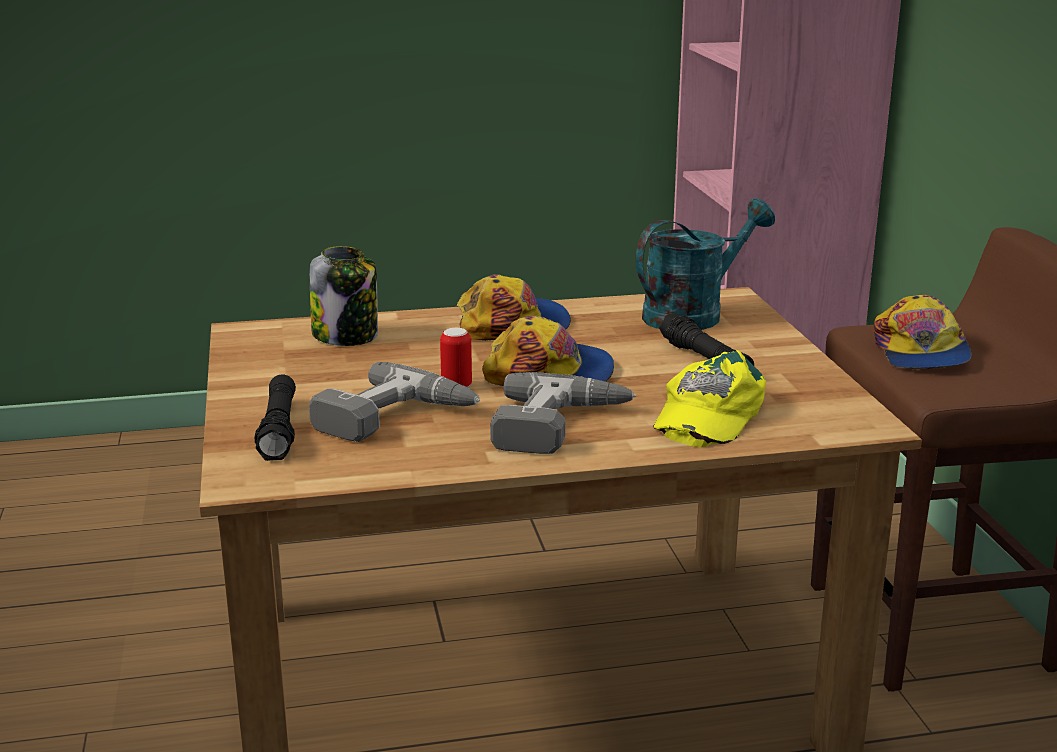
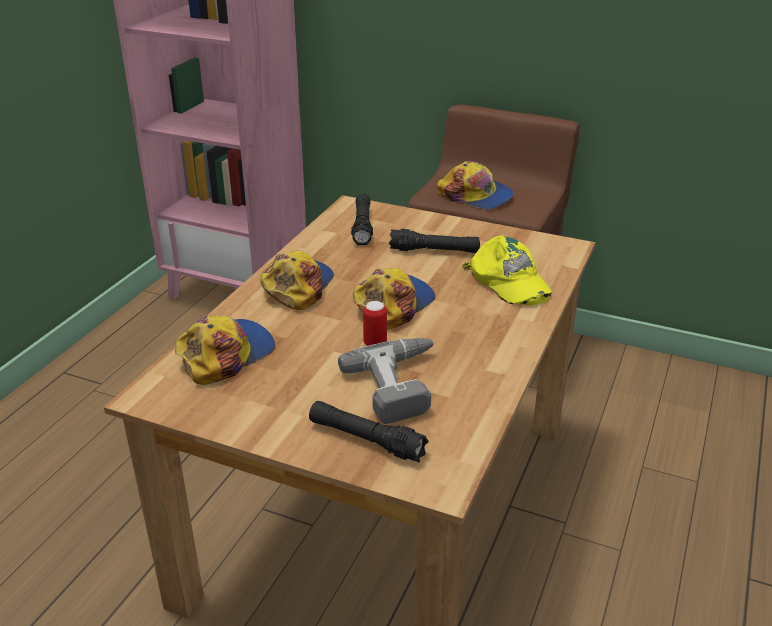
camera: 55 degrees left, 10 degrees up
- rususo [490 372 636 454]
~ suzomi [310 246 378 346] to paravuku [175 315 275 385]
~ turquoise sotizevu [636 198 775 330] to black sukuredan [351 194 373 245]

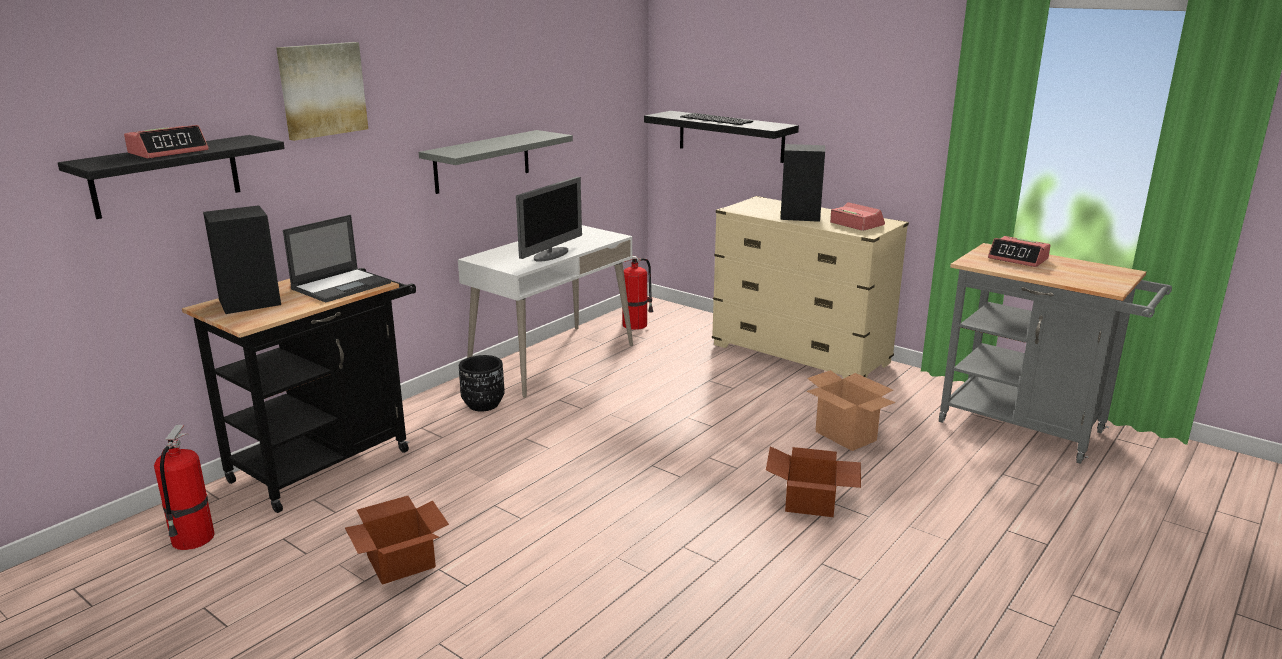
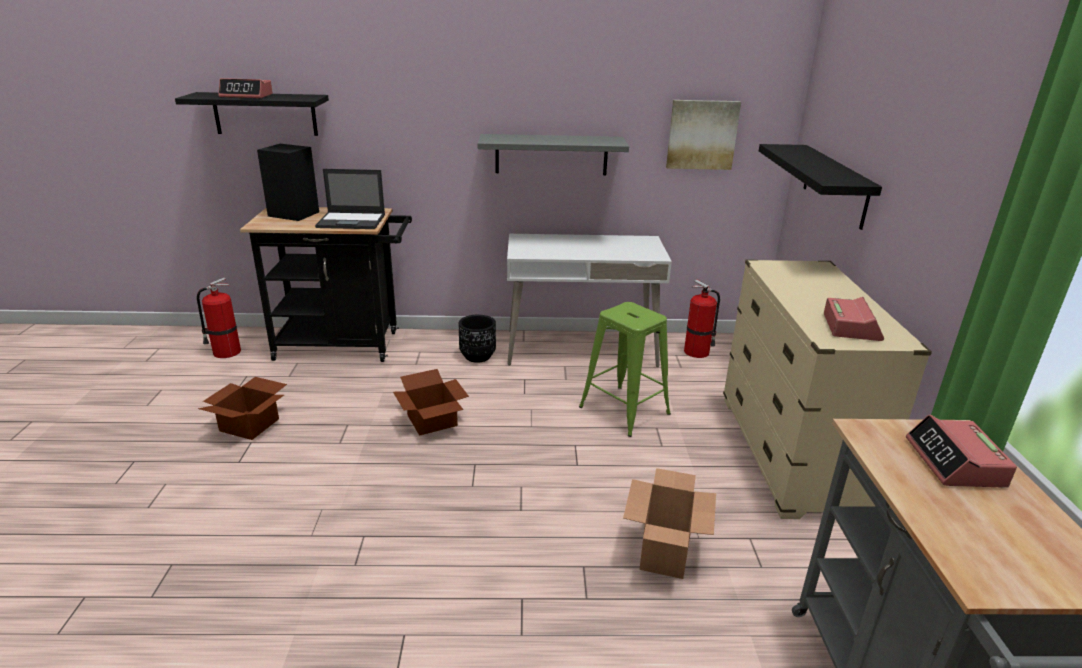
camera: 50 degrees right, 5 degrees up
- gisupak [516 177 582 262]
- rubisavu [680 113 753 125]
- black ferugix [780 144 825 222]
+ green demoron [579 302 671 437]
~ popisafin [276 42 368 141] to [666 100 741 170]
~ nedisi [766 446 861 517] to [393 369 469 435]

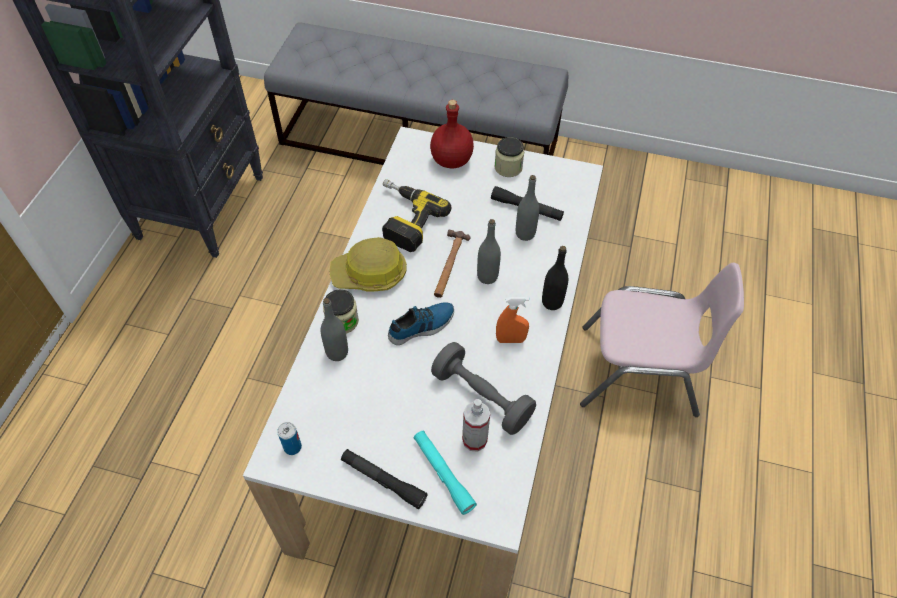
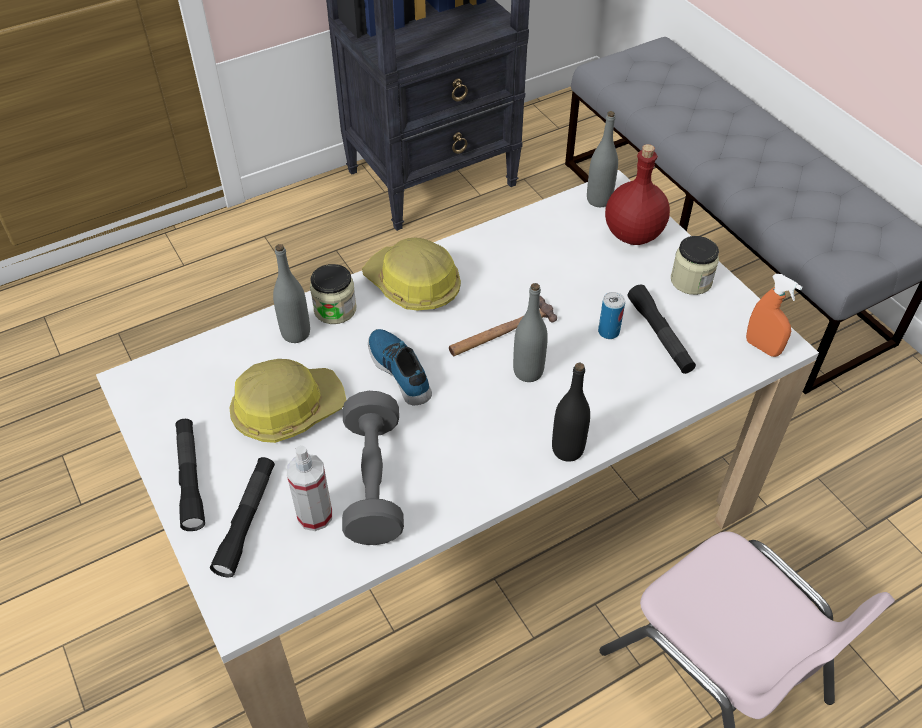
camera: 45 degrees right, 5 degrees down
- rususo [382 179 452 252]
+ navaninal [229 359 346 443]
~ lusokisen [277 422 302 455] to [598 292 625 339]
~ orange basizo [496 297 529 343] to [746 274 802 357]
~ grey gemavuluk [516 175 539 241] to [587 111 618 207]
~ turquoise sukuredan [414 431 477 515] to black sukuredan [210 457 275 577]
~ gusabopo [388 302 454 345] = [368 329 432 405] 135 degrees counterclockwise

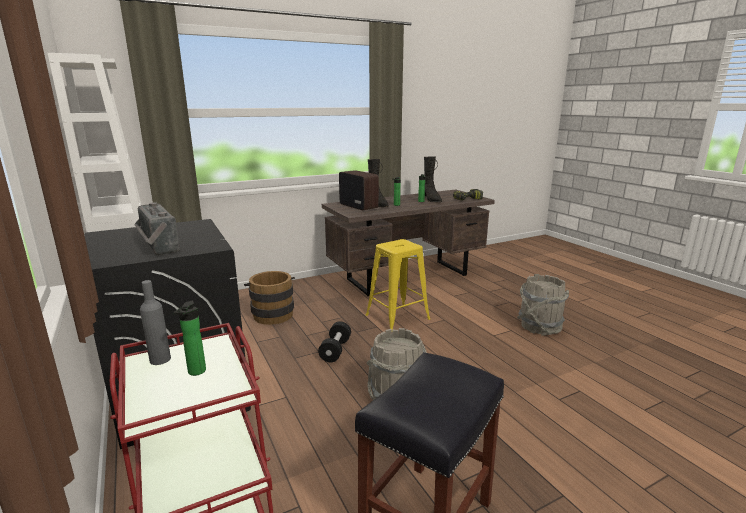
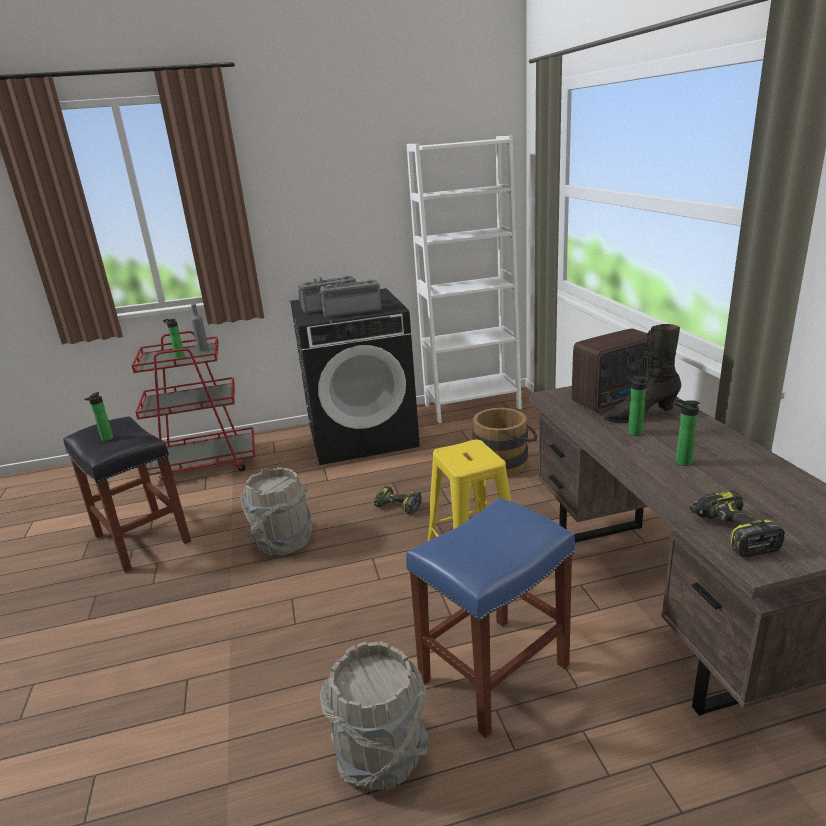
camera: 105 degrees right, 5 degrees up
- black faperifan [424 156 442 203]
+ gemavuluk [84 392 113 441]
+ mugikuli [319 279 382 318]
+ blue demoron [406 498 575 738]
~ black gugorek [318 321 351 362] to rususo [374 486 422 515]

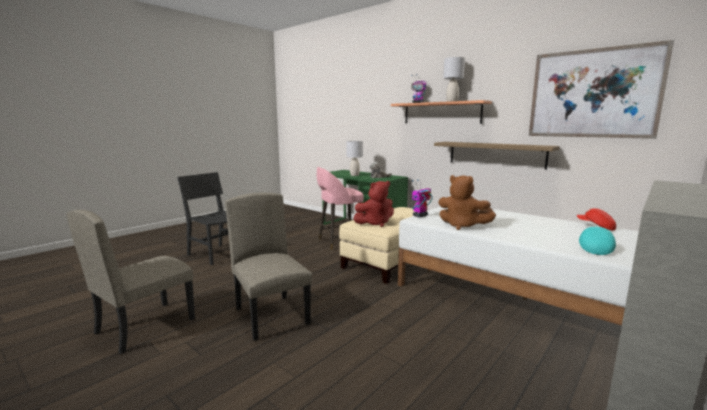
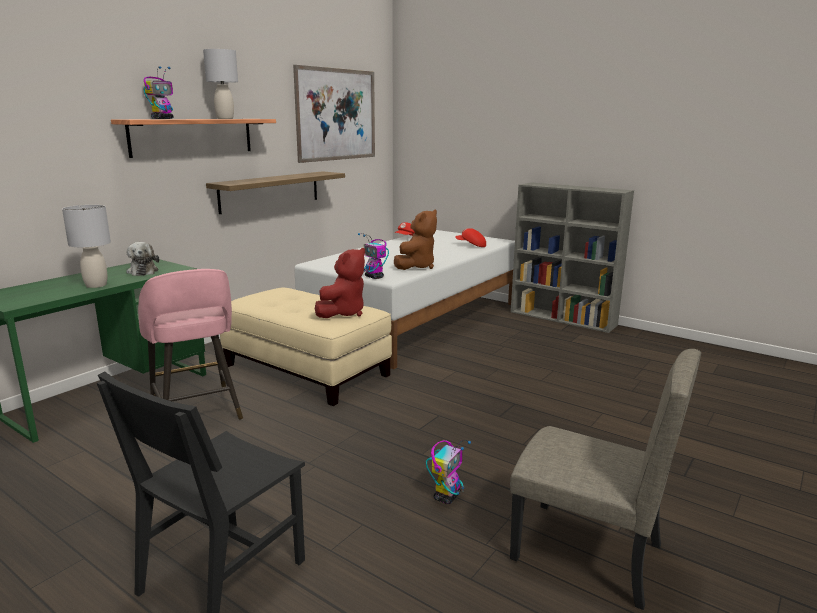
camera: 95 degrees left, 5 degrees up
- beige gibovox [225 192 312 341]
+ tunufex [426 440 471 504]
~ turquoise paravuku [579 226 616 255] to red paravuku [455 228 486 247]
~ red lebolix [354 181 394 227] = [315 248 365 318] 60 degrees clockwise

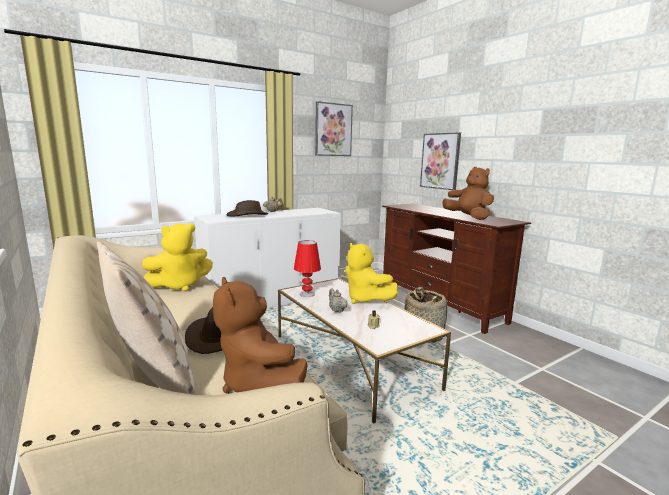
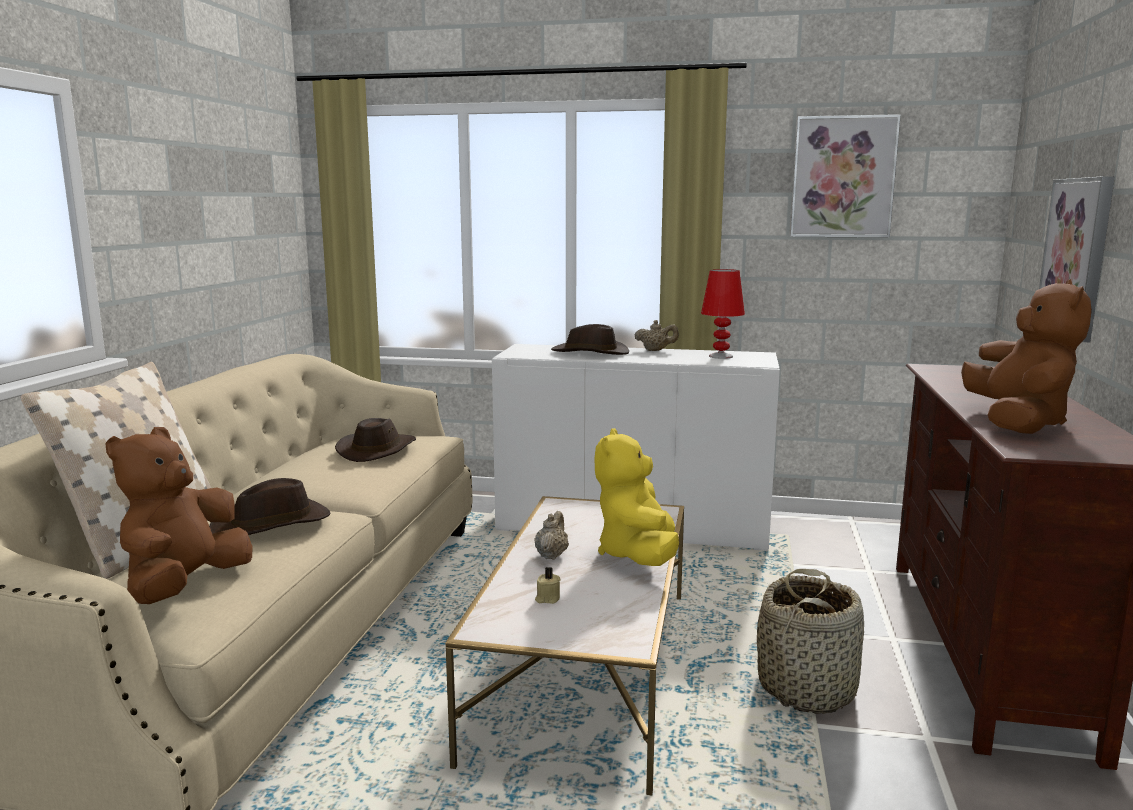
camera: 45 degrees right, 0 degrees up
~ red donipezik [294 240 321 297] to [701 269 745 359]
~ yellow lebolix [142 223 213 292] to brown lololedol [335 418 416 462]

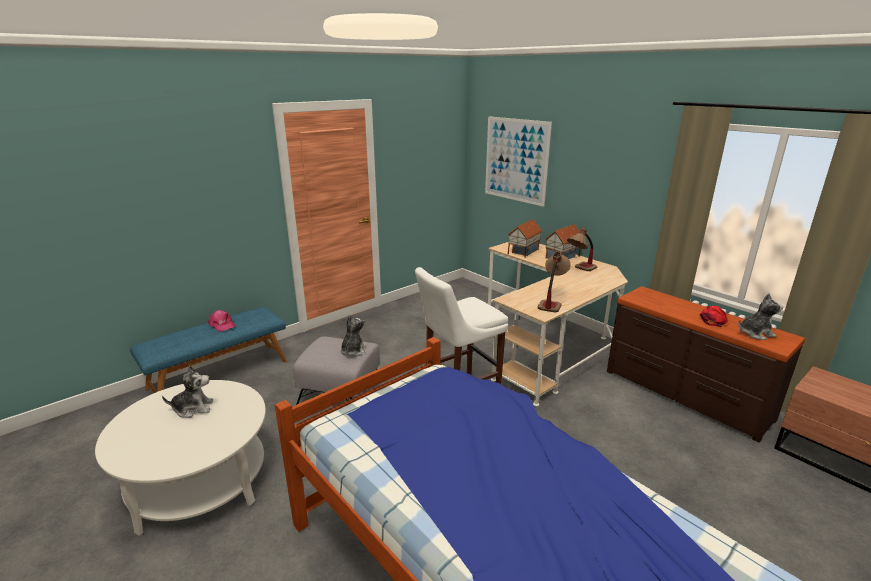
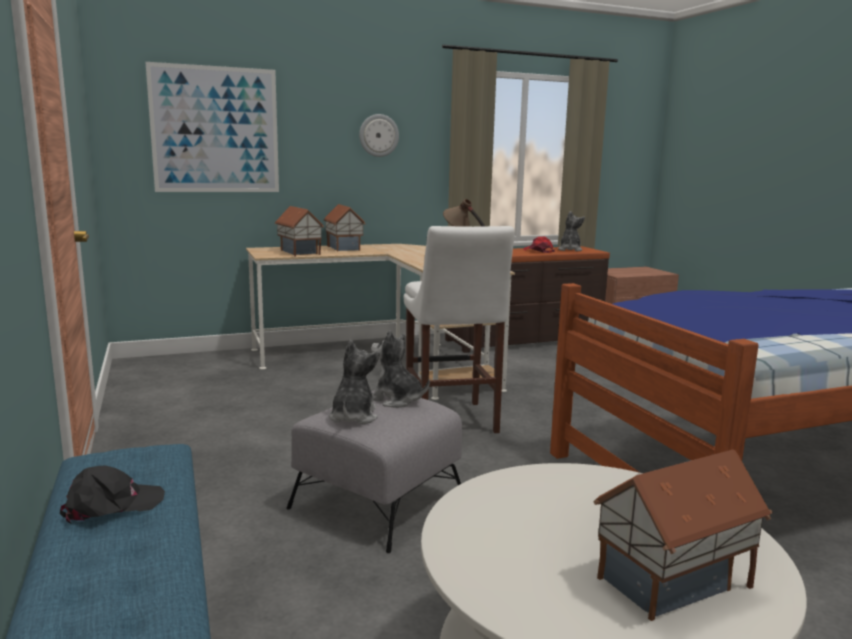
camera: 70 degrees left, 10 degrees down
- donipezik [567 228 597 271]
+ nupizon [359 114 399 157]
+ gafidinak [593 449 773 621]
~ lebolix [162 365 213 418] to [329 340 380 424]
~ pink paravuku [208 310 236 332] to black paravuku [60 465 165 524]

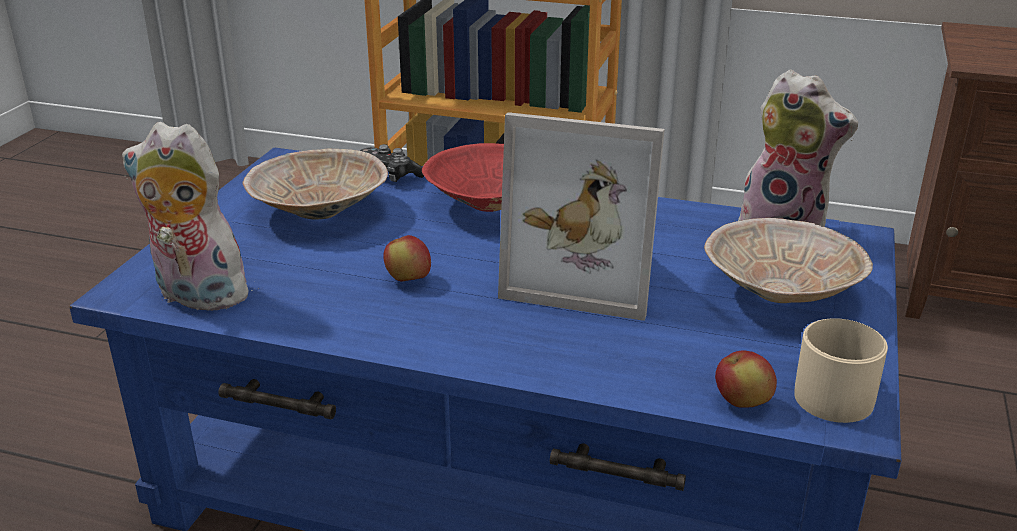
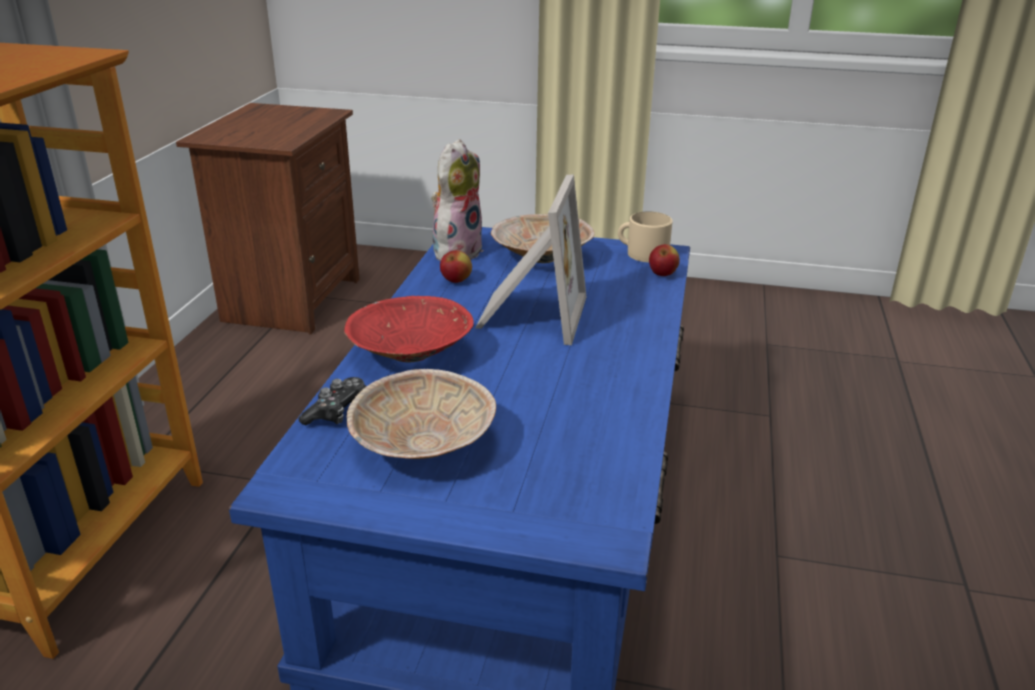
camera: 95 degrees left, 0 degrees up
- lebolix [122 122 255 315]
~ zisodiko [383 235 431 281] to [440 250 472 283]

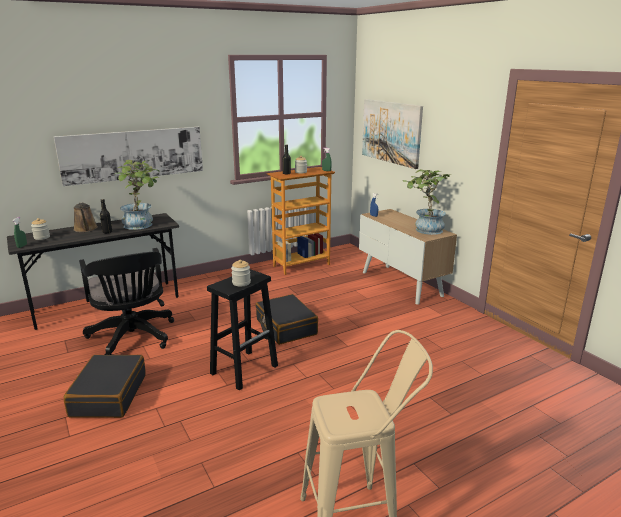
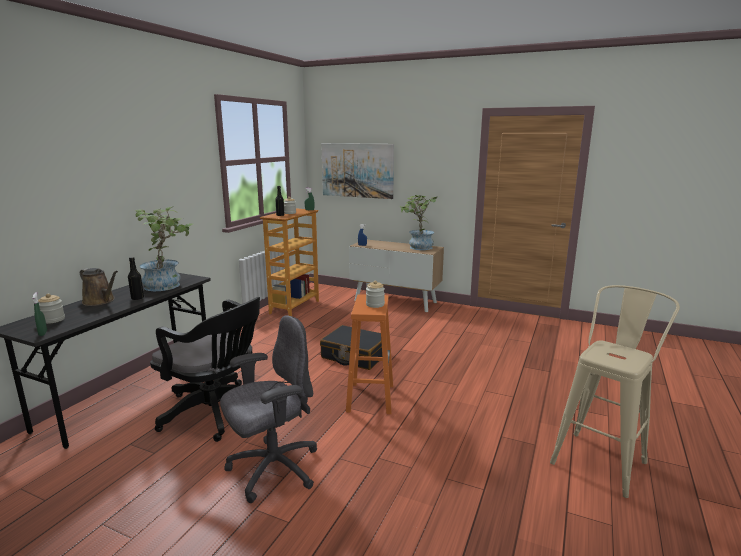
camera: 35 degrees left, 5 degrees down
- popisafin [54 127 203 186]
~ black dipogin [64 355 146 418] to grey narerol [220 315 317 503]
~ black demoron [207 269 278 390] to orange demoron [346 294 393 414]

